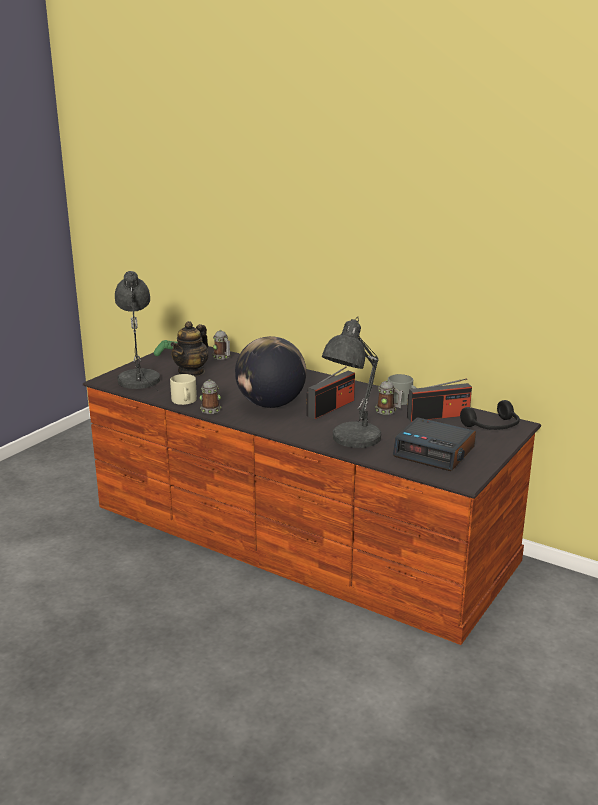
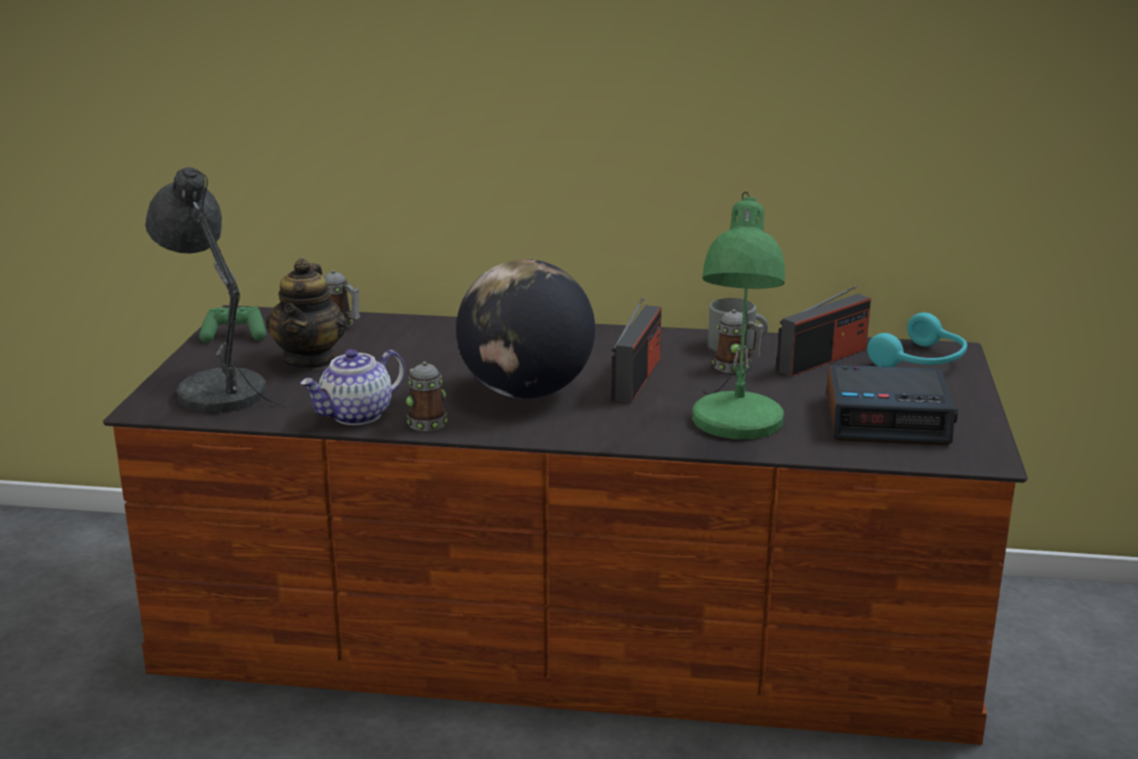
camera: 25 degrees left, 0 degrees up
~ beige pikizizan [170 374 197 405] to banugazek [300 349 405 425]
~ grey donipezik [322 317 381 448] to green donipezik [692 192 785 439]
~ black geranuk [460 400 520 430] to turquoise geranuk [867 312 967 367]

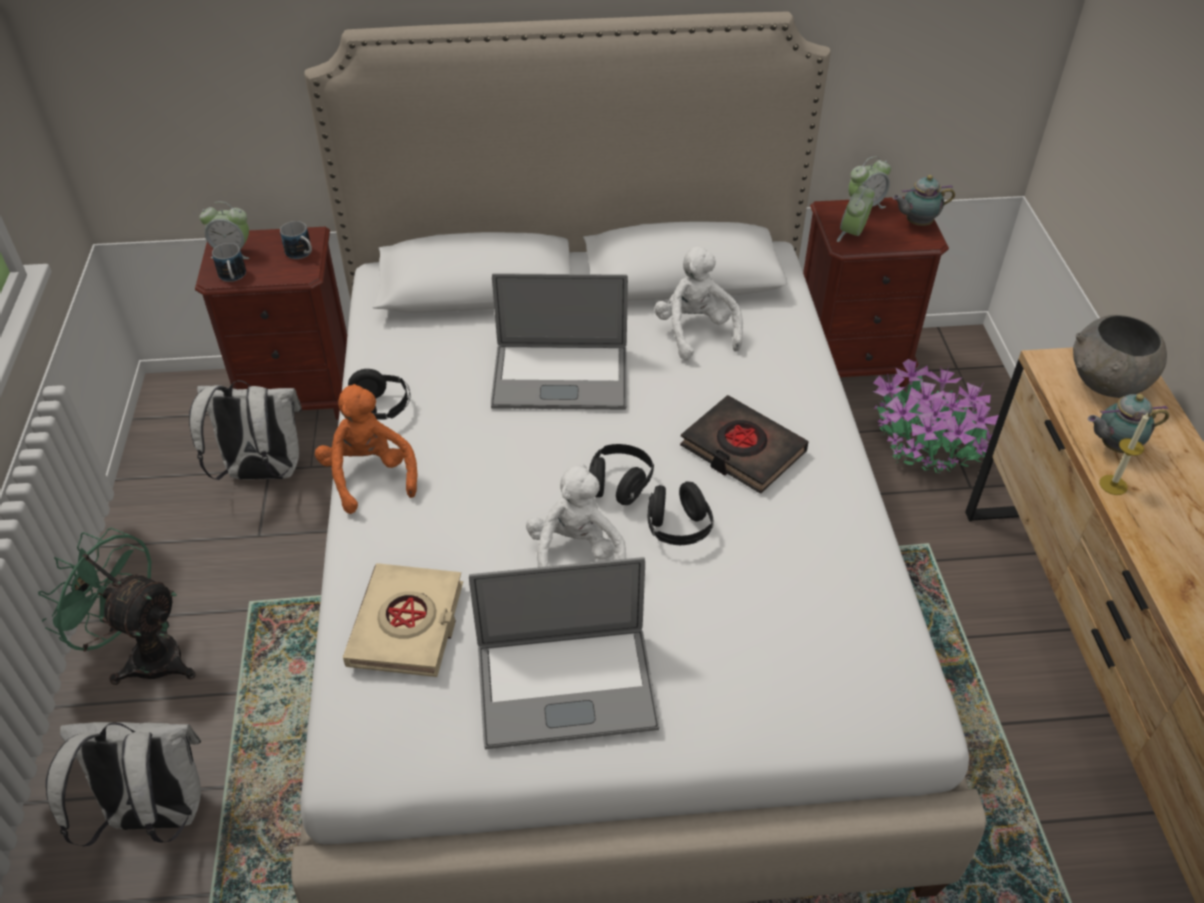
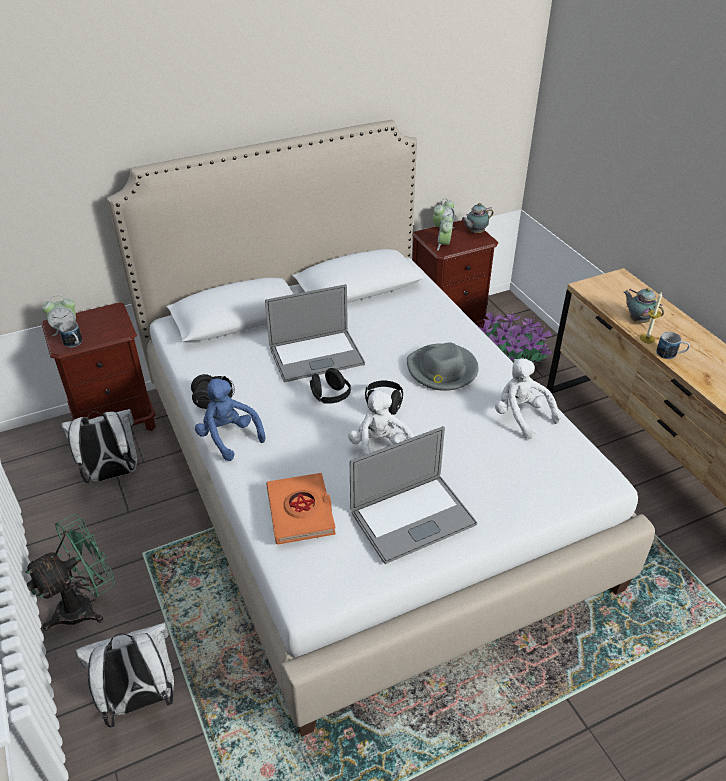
camera: 20 degrees left, 5 degrees down
- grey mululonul [1073 315 1167 398]
~ pikizizan [280 221 312 259] to [656 332 690 359]
~ black geranuk [648 481 714 545] to [310 368 351 404]
~ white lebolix [654 247 743 360] to [495 358 560 439]
~ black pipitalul [680 395 809 494] to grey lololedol [407 342 479 391]
~ orange lebolix [315 384 417 514] to blue lebolix [195 379 265 461]
~ beige pipitalul [343 563 463 677] to orange pipitalul [266 473 336 545]
~ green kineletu [38 528 196 685] = [25 514 115 631] 135 degrees clockwise
~ banugazek [1088 394 1169 453] = [624 288 664 323] 75 degrees clockwise

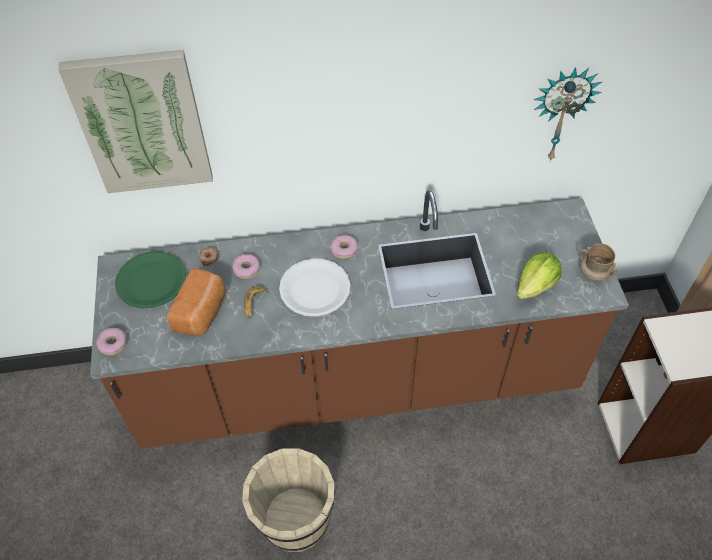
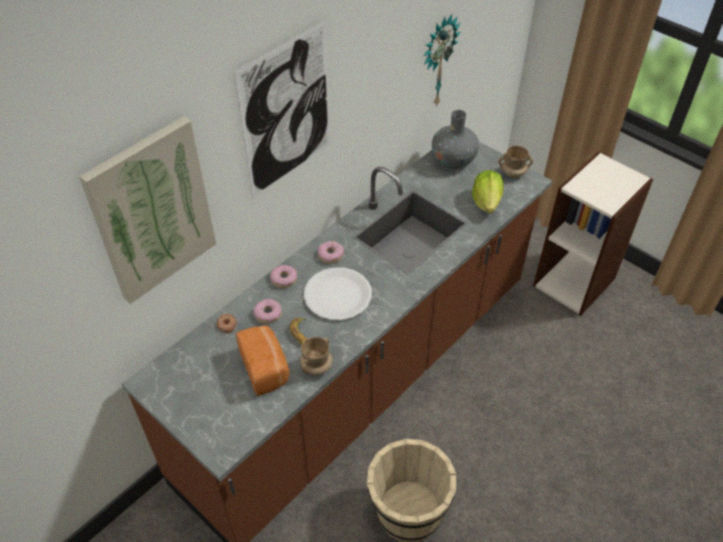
camera: 40 degrees left, 5 degrees down
- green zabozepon [115 251 186 308]
+ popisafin [234 20 331 199]
+ beige pikizizan [300 337 333 375]
+ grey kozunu [432 110 479 169]
~ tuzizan [96 328 127 355] to [270 265 297 288]

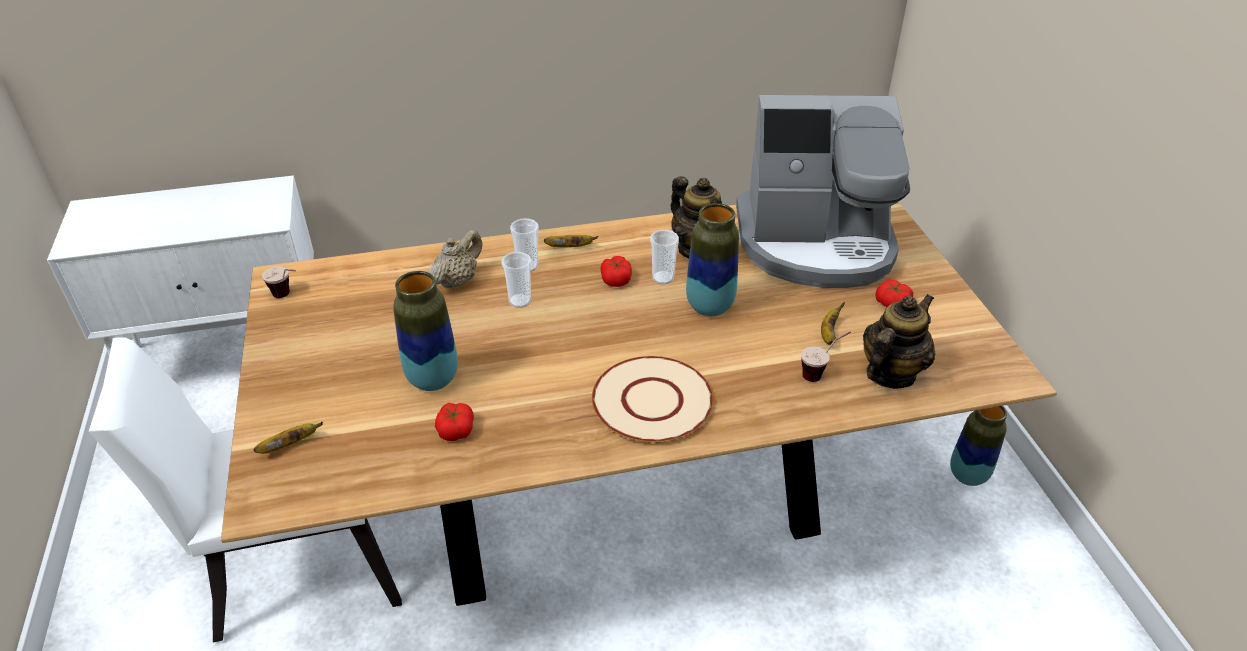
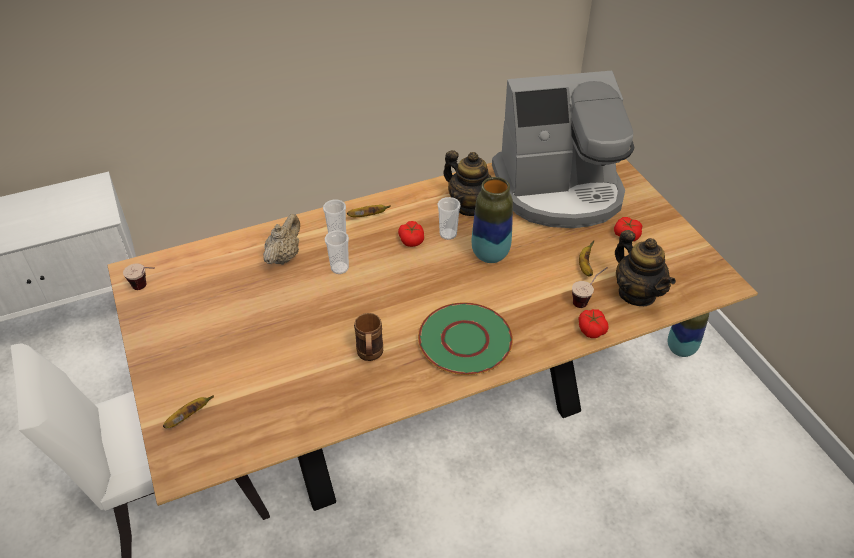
camera: 10 degrees left, 5 degrees up
- kozunu [393 271 458 391]
+ brown pikizizan [354 313 383 361]
~ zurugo [435 403 474 441] to [578 309 608 338]
~ beige zabozepon [592 356 713 442] to green zabozepon [418 302 513 375]
~ banugazek [863 294 935 389] = [615 230 676 306] 120 degrees clockwise

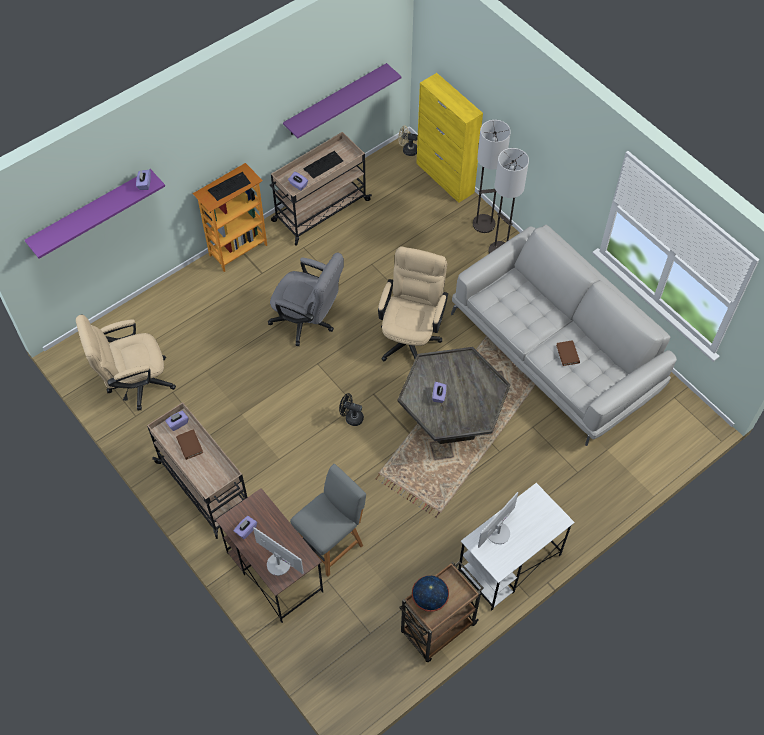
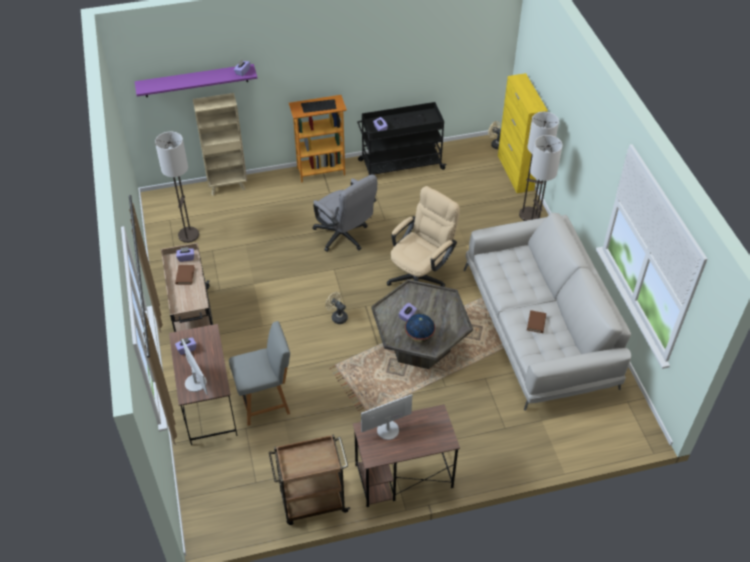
camera: 25 degrees right, 10 degrees down
- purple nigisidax [283 63 401 139]
+ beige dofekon [193 93 247 196]
~ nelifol [412 575 449 612] to [405 314 435 343]
~ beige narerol [76 315 176 410] to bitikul [155 132 199 243]
~ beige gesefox [270 132 372 246] to black gesefox [357 102 447 176]
~ black kineletu [339 393 364 426] to beige kineletu [325 292 348 324]
~ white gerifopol [458 483 575 611] to brown gerifopol [353 404 460 507]

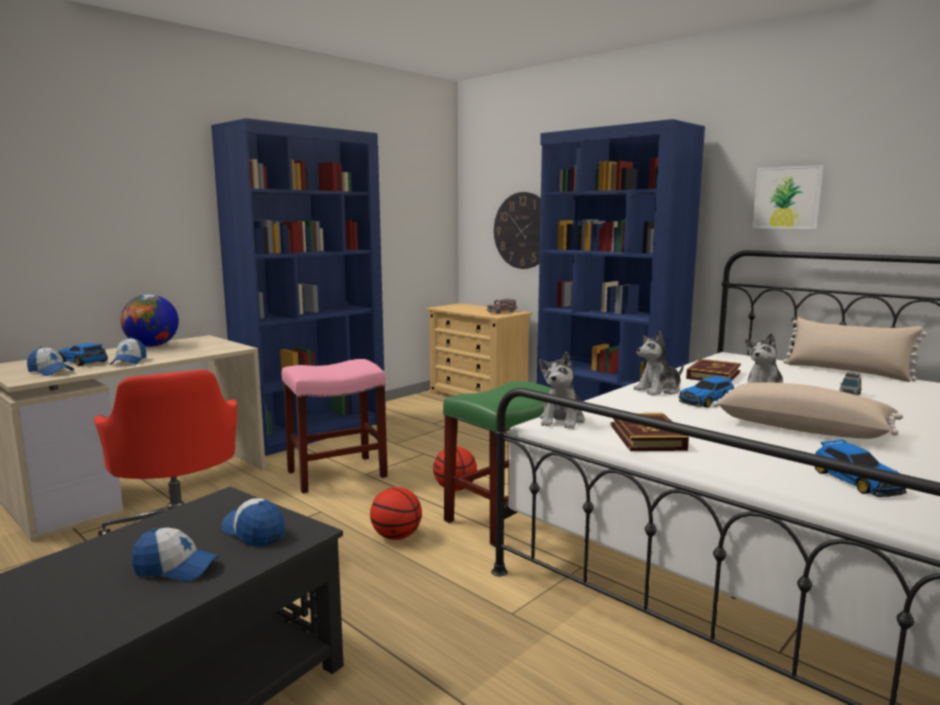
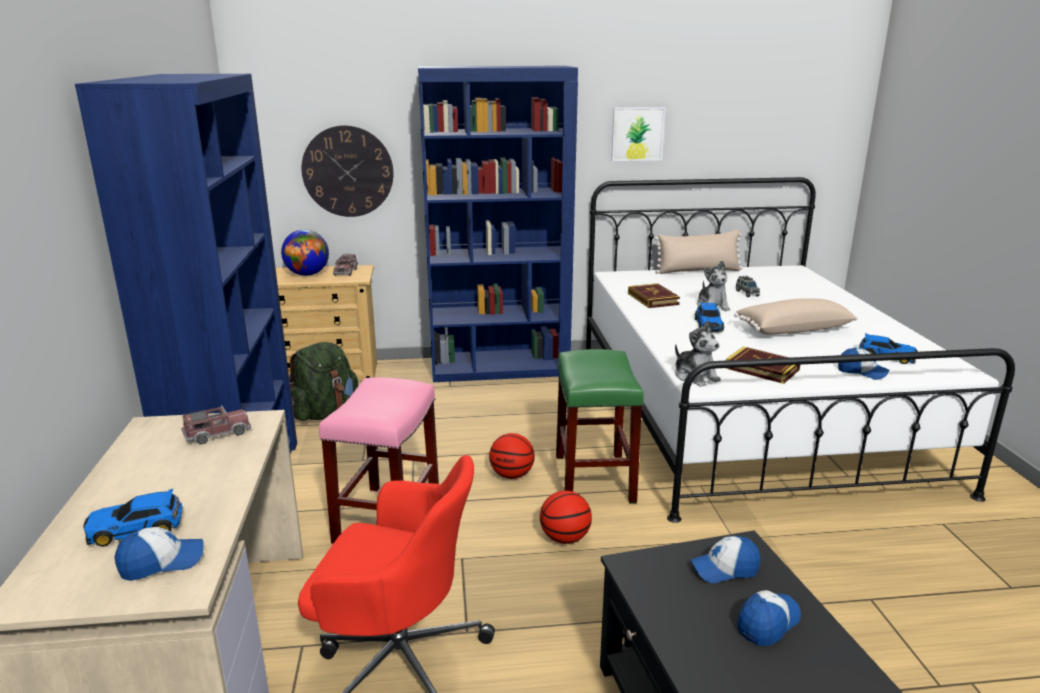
camera: 50 degrees left, 10 degrees up
- lebolix [633 331 684 396]
+ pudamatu [181 405 251 445]
+ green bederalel [289 342 358 421]
~ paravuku [110 337 146 365] to [838 348 890 380]
~ nelifol [120 294 179 347] to [281 229 329 276]

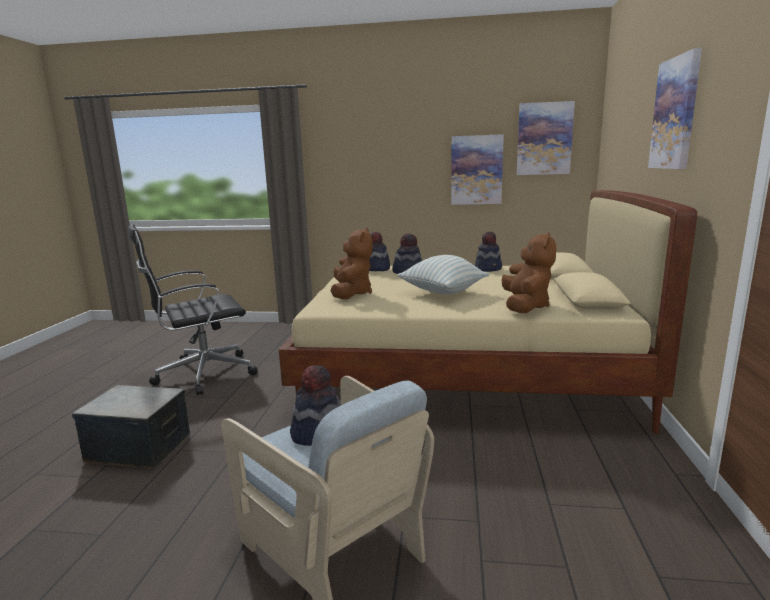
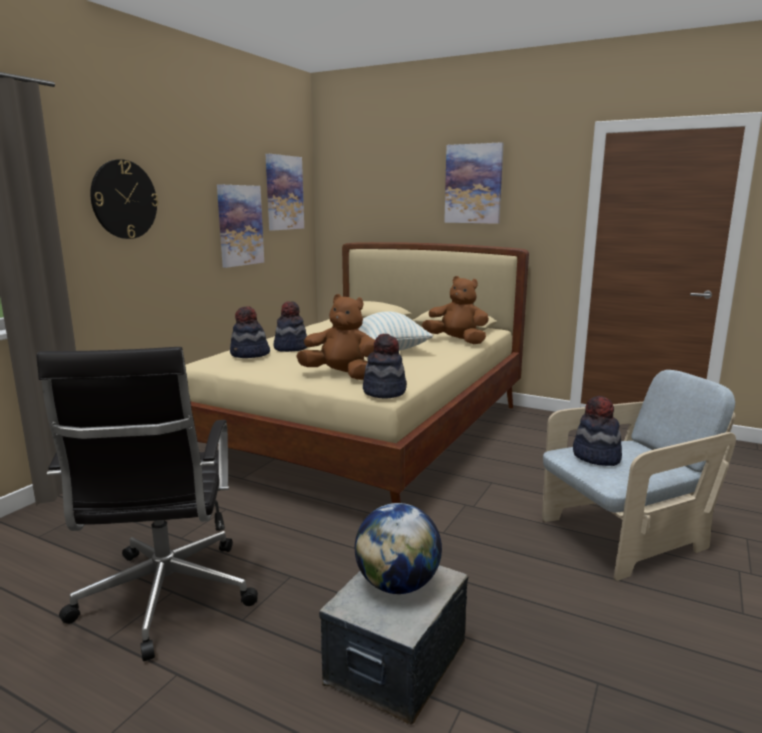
camera: 70 degrees left, 0 degrees up
+ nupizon [90 159 158 239]
+ nelifol [355 503 442 594]
~ lololedol [475 232 502 272] to [363 334 407 398]

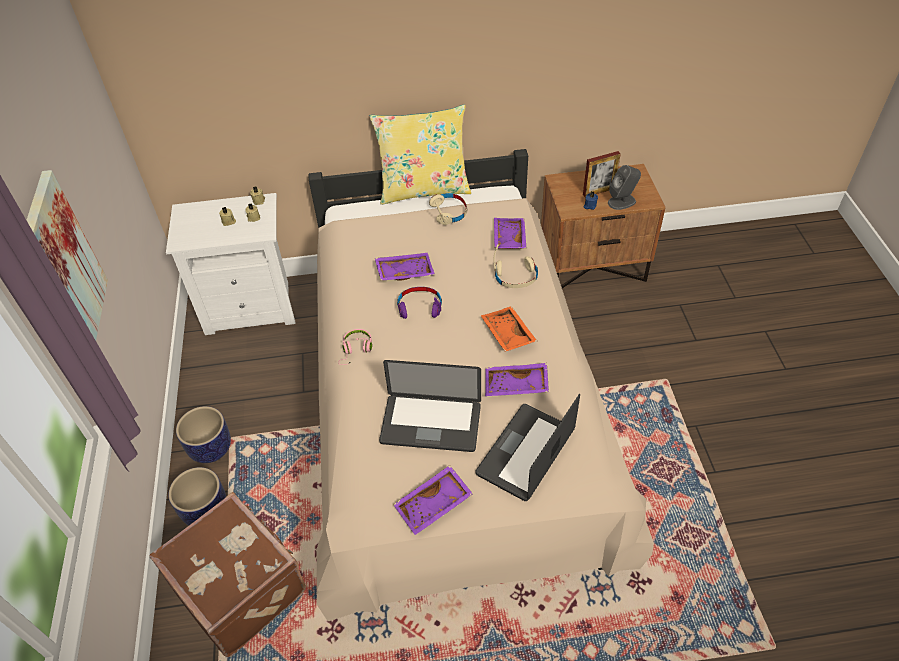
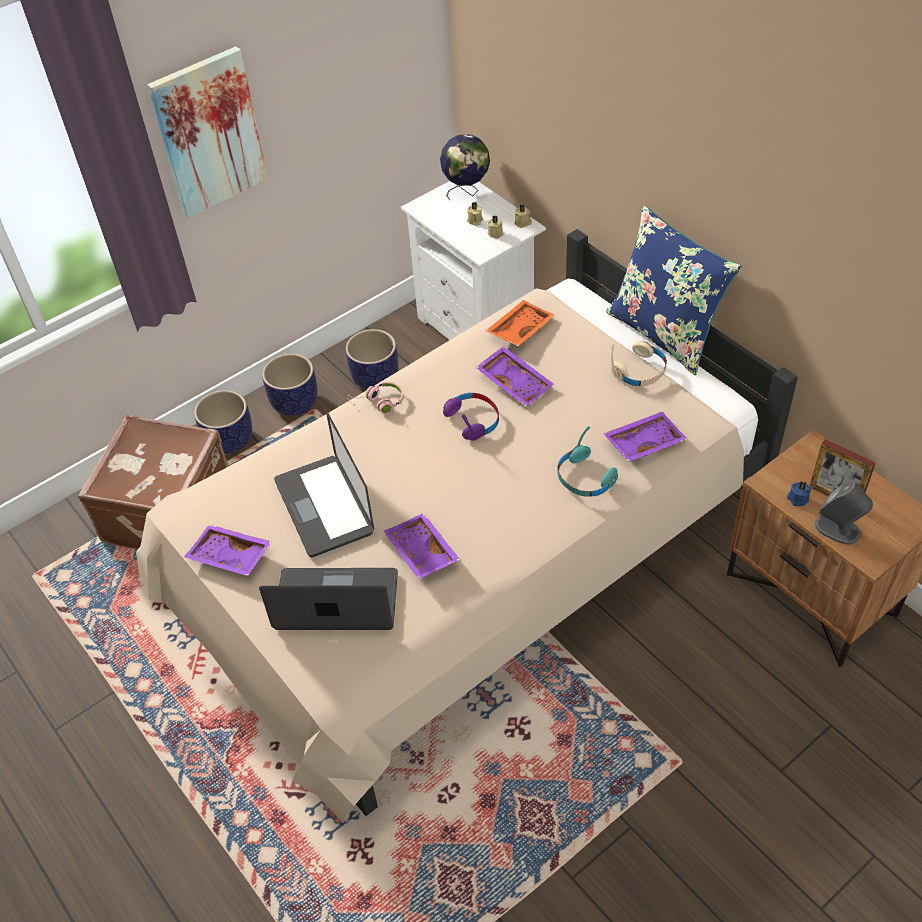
camera: 60 degrees right, 0 degrees up
+ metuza [346 329 398 390]
+ nelifol [440 134 490 200]
~ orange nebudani [481 306 537 352] to [486 300 555 346]
~ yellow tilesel [370 105 471 205] to blue tilesel [606 206 742 375]
~ beige geranuk [494 244 538 288] to turquoise geranuk [558 426 618 497]

